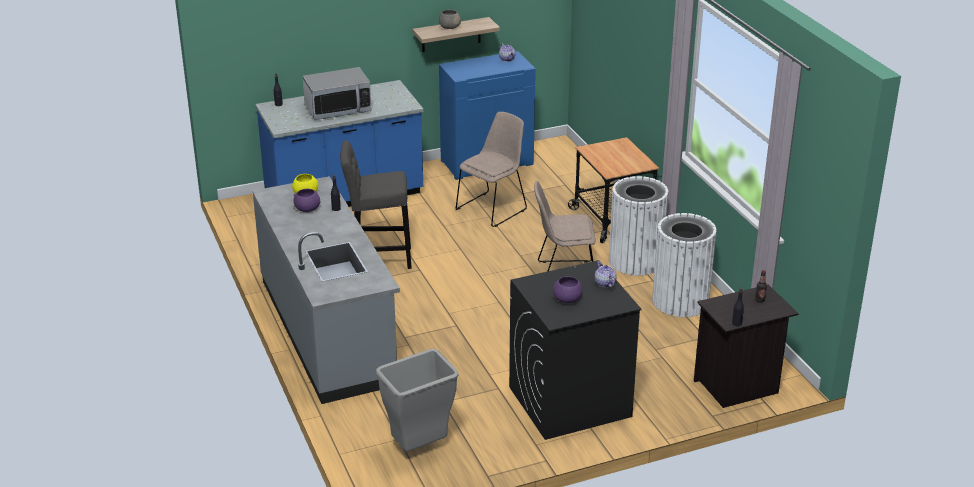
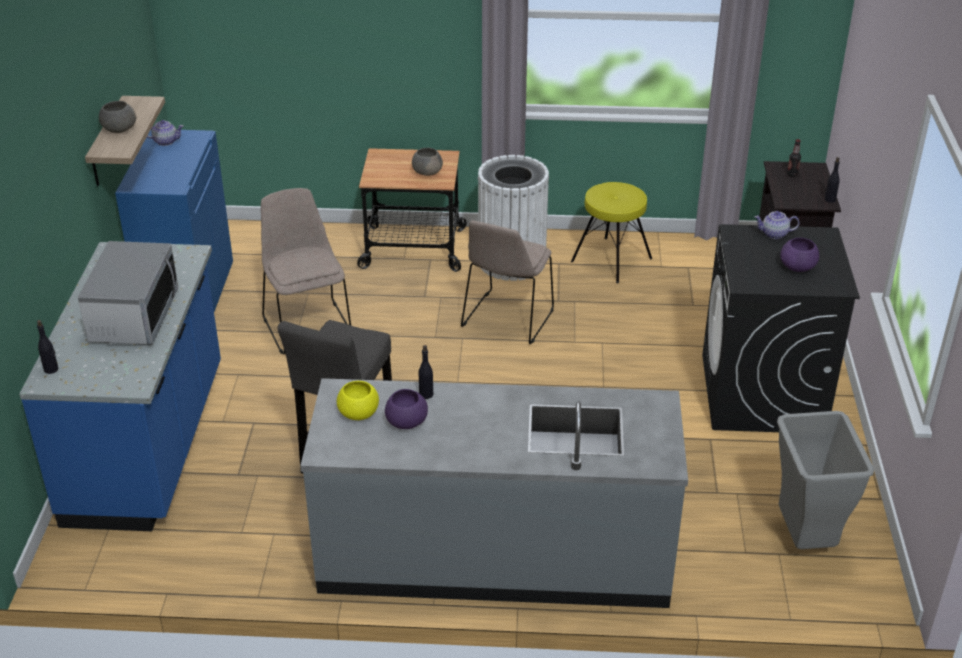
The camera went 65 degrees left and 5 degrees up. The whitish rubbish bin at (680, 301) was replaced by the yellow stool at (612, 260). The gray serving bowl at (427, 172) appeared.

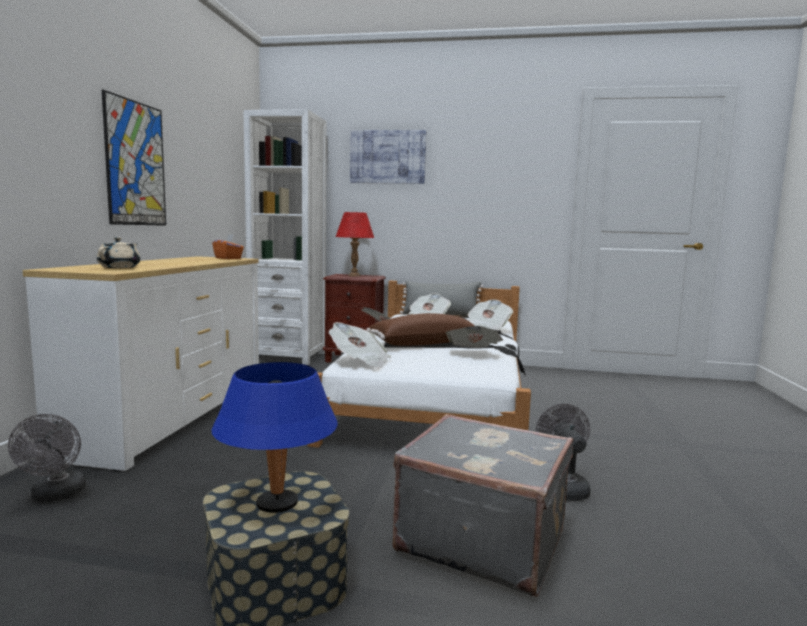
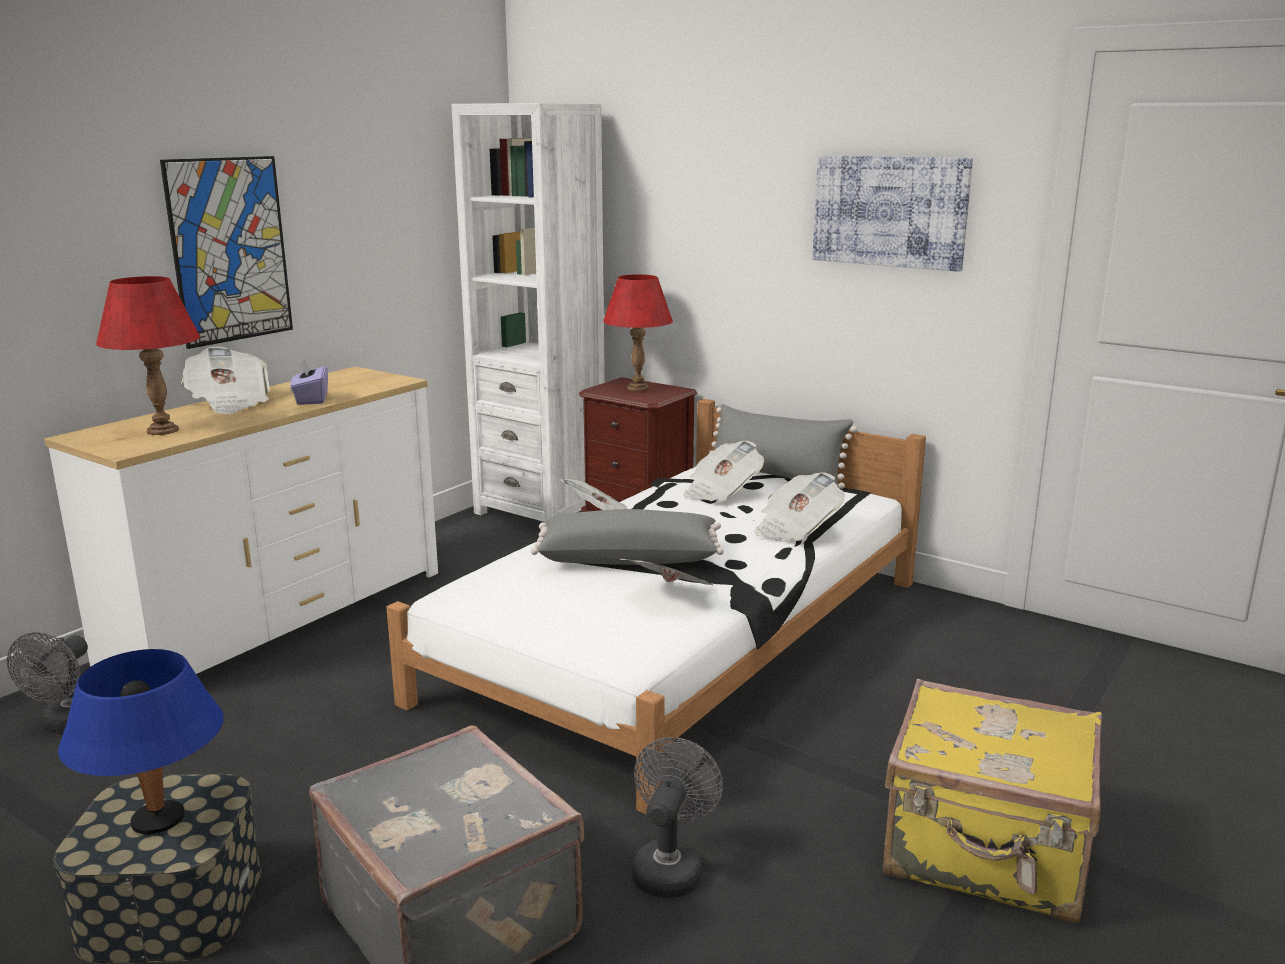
The camera went 25 degrees right and 10 degrees up. The beige-coloured teapot at (120, 267) was replaced by the reddish table lamp at (163, 430). The orange-coloured tissue box at (228, 258) disappeared. The daily paper moved from (360, 361) to (229, 403). The wall picture moved from (387, 157) to (890, 211). The brownish cushion at (423, 343) became the gray cushion at (628, 558). The purple tissue box at (311, 399) appeared. The yellow travel case at (986, 853) appeared.

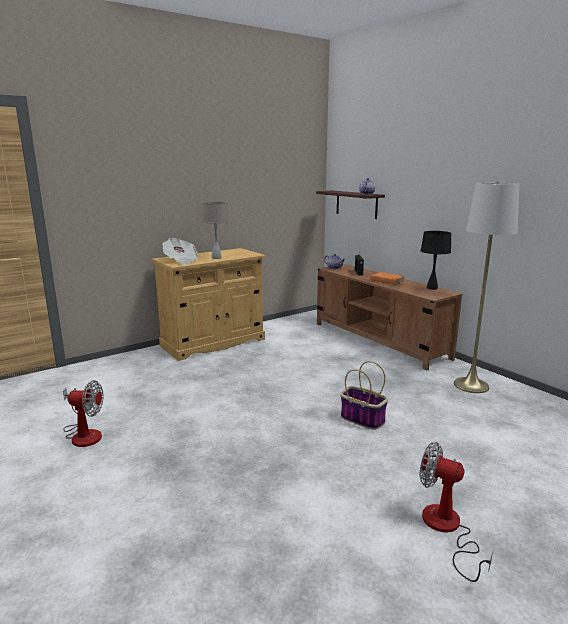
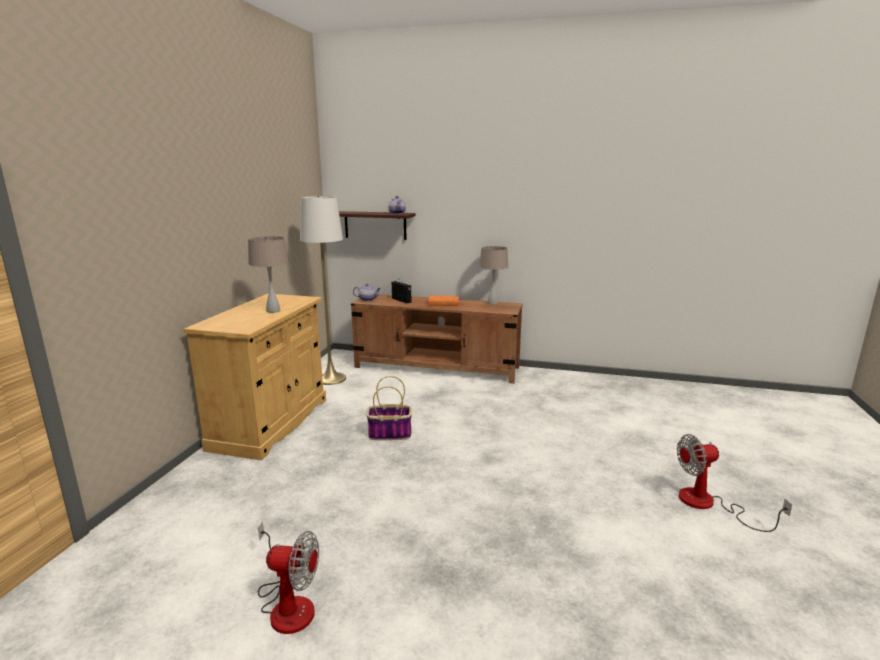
The camera went 40 degrees left and 0 degrees up. The electric fan at (84, 434) turned 45 degrees clockwise. The daily paper at (181, 261) disappeared. The household basket moved from (361, 419) to (389, 434). The blackish table lamp at (432, 288) became the beige-coloured table lamp at (492, 303). The whitish standing lamp moved from (471, 385) to (331, 378).

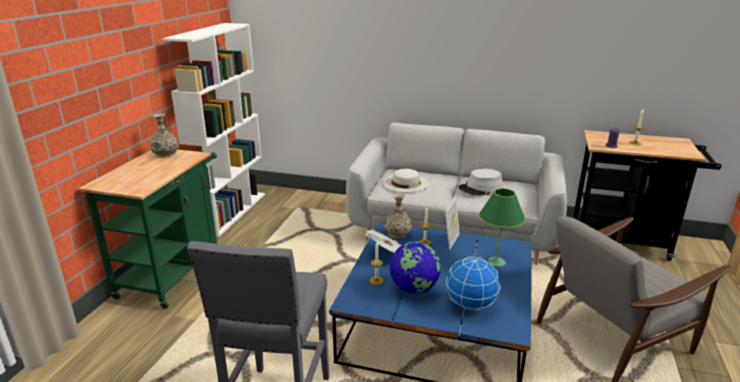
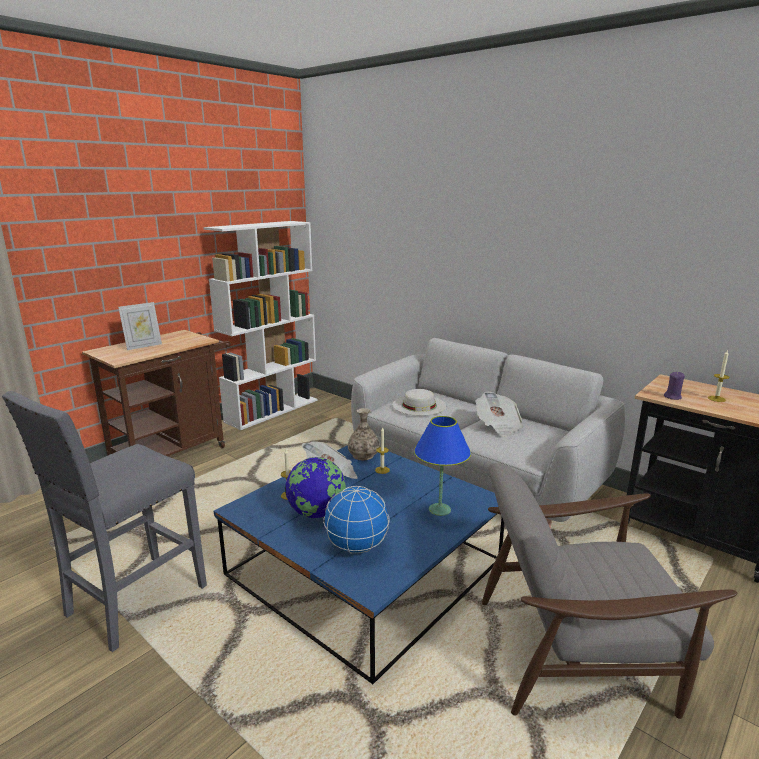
The camera went 25 degrees right and 5 degrees down. The green wheeled cart at (173, 272) became the brownish wheeled cart at (175, 452). The vase at (165, 154) disappeared. The photo frame moved from (451, 241) to (143, 346). The gray hat at (480, 188) was replaced by the daily paper at (498, 426). The green table lamp at (496, 262) became the blue-coloured table lamp at (440, 510).

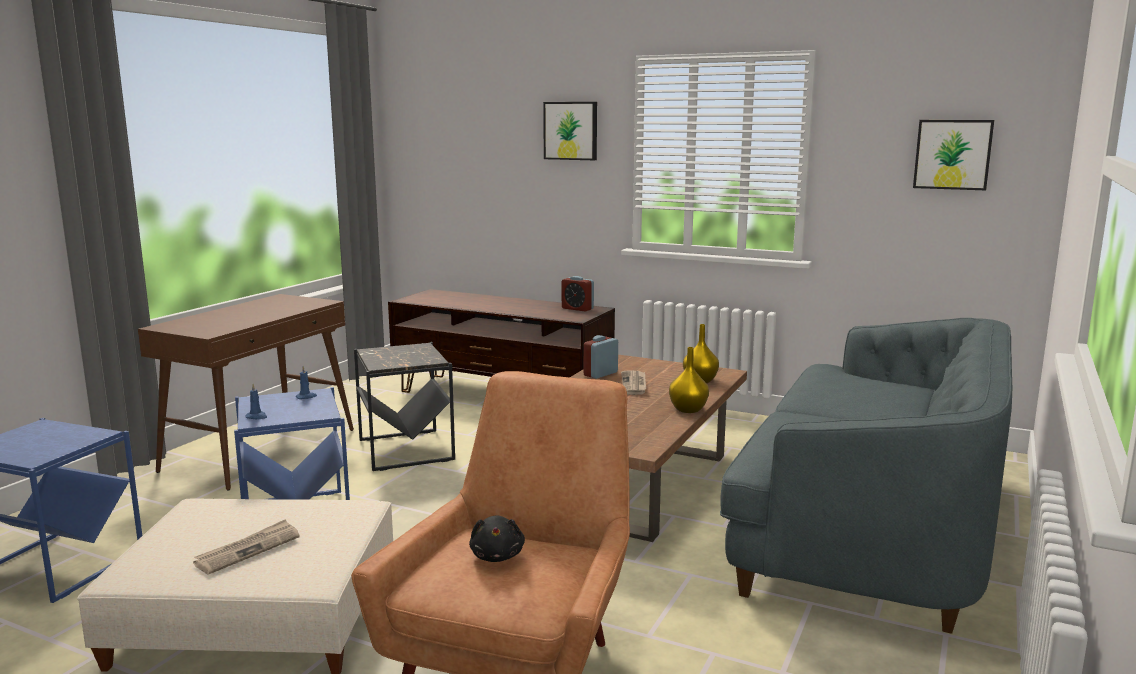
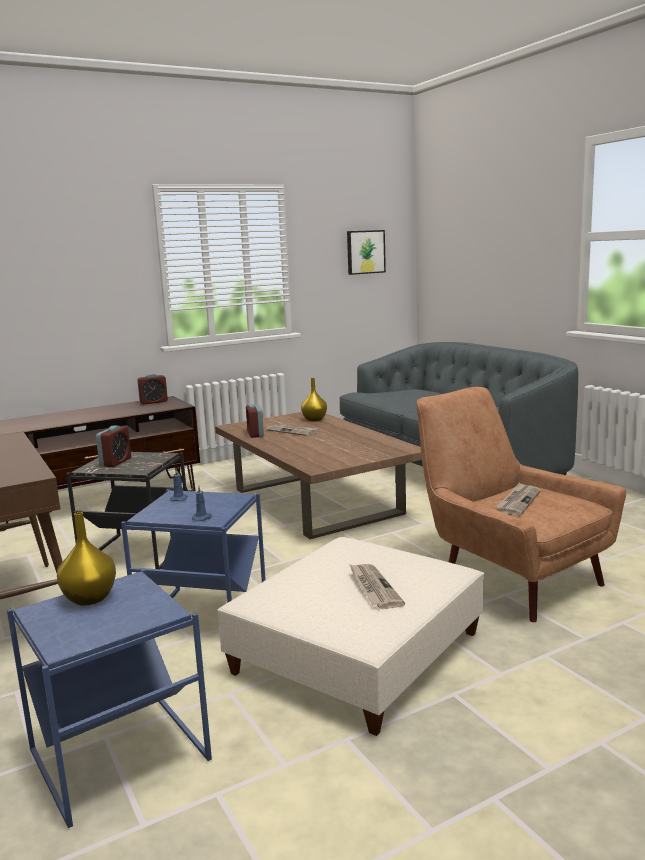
The camera went 55 degrees left and 0 degrees up. The blackish soft toy at (497, 556) was replaced by the daily paper at (518, 501). The wall picture at (571, 130) disappeared. The yellow vase moved from (688, 410) to (90, 598). The table clock at (115, 462) appeared.

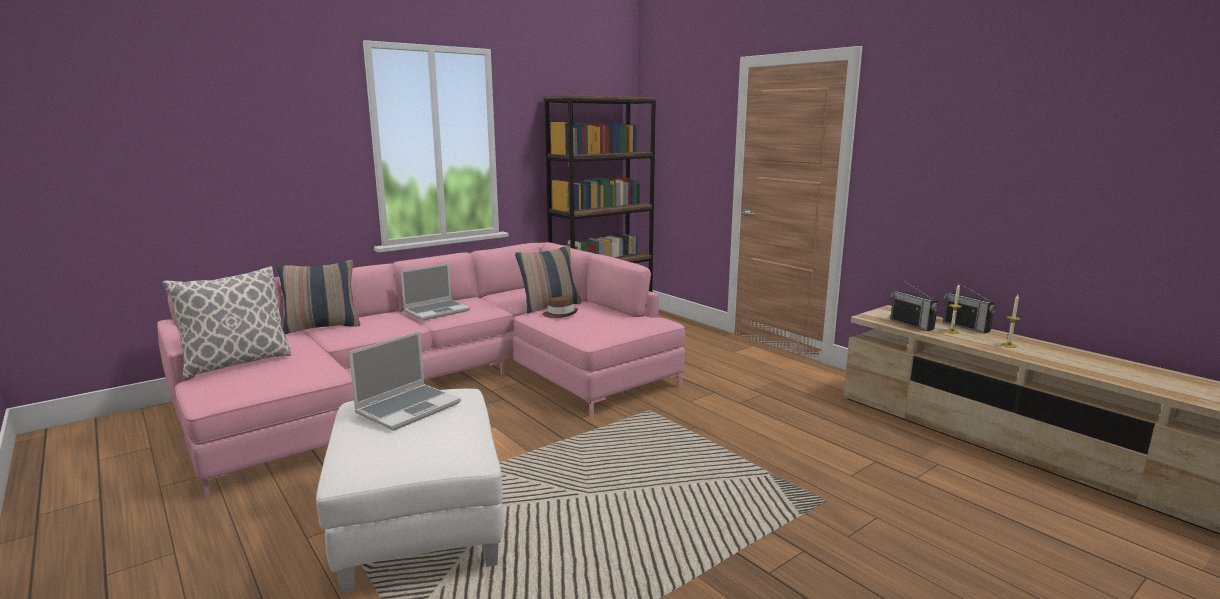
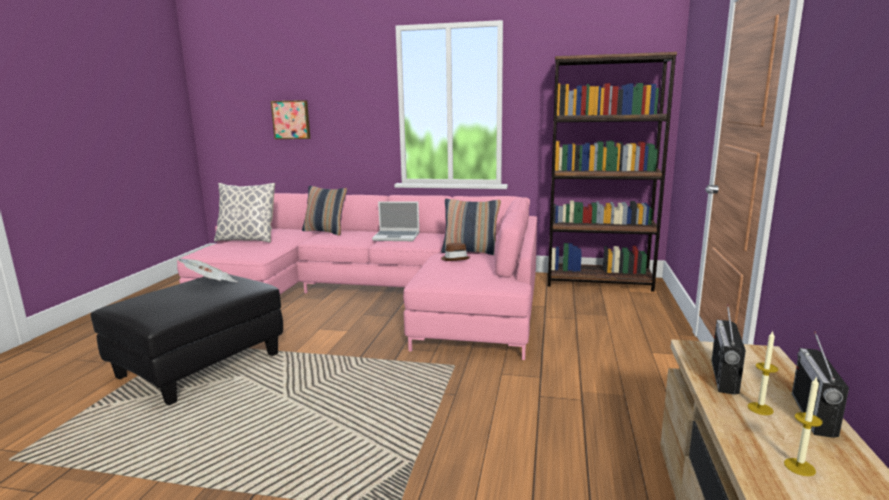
The camera went 50 degrees right and 0 degrees up. The whitish ottoman at (421, 526) became the blackish ottoman at (199, 366). The notebook computer at (409, 408) was replaced by the daily paper at (210, 284). The wall picture at (291, 119) appeared.

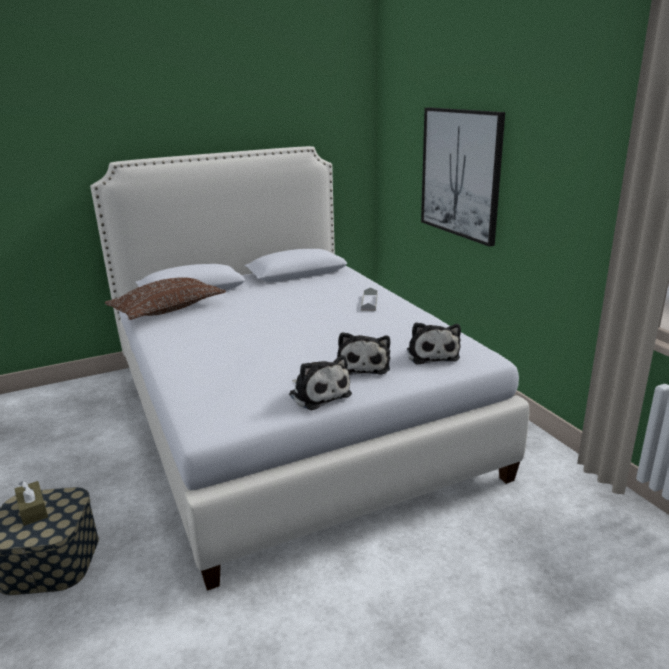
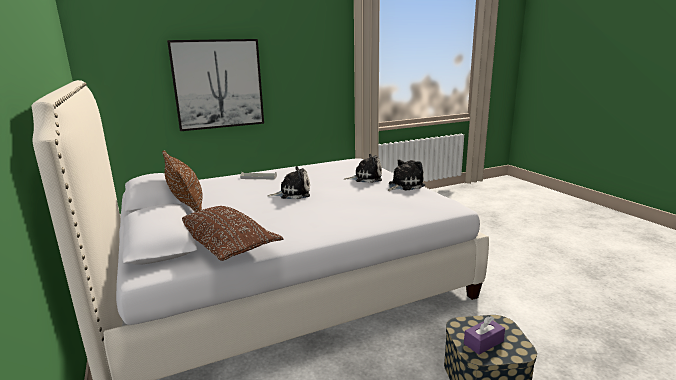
The camera went 90 degrees left and 5 degrees down. The brownish tissue box at (33, 510) became the purple tissue box at (483, 342). The soft toy moved from (432, 354) to (293, 193). The brownish cushion at (186, 205) appeared.

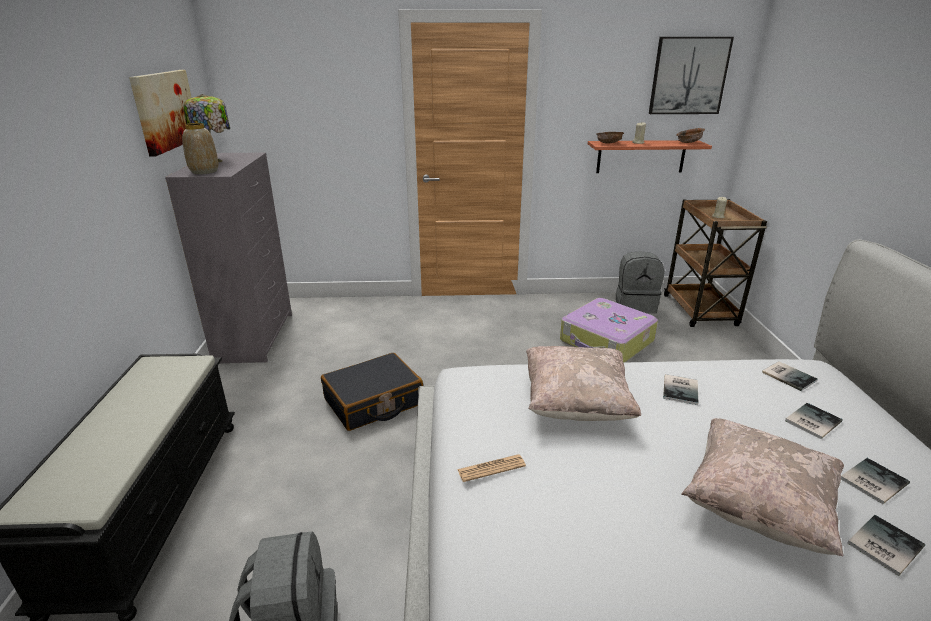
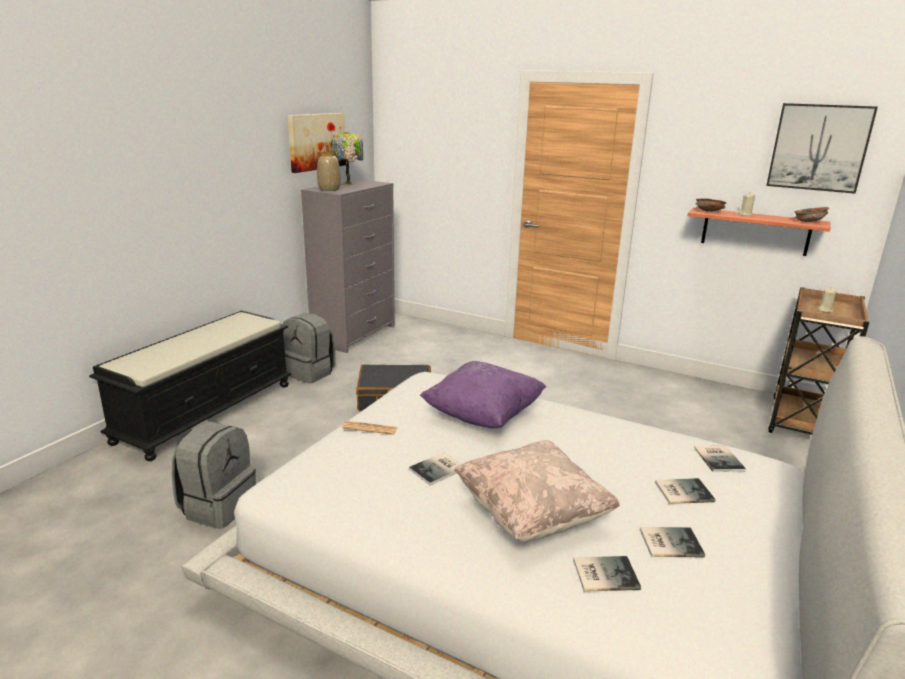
The camera went 30 degrees right and 5 degrees down. The beige-coloured cushion at (576, 404) became the purple cushion at (483, 415). The travel case at (606, 342) disappeared. The gray knapsack moved from (635, 305) to (310, 373). The book moved from (682, 389) to (439, 469).

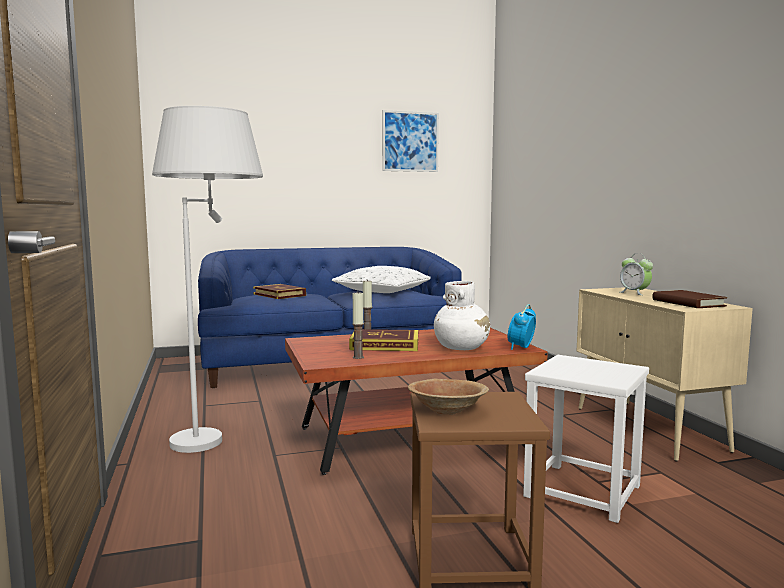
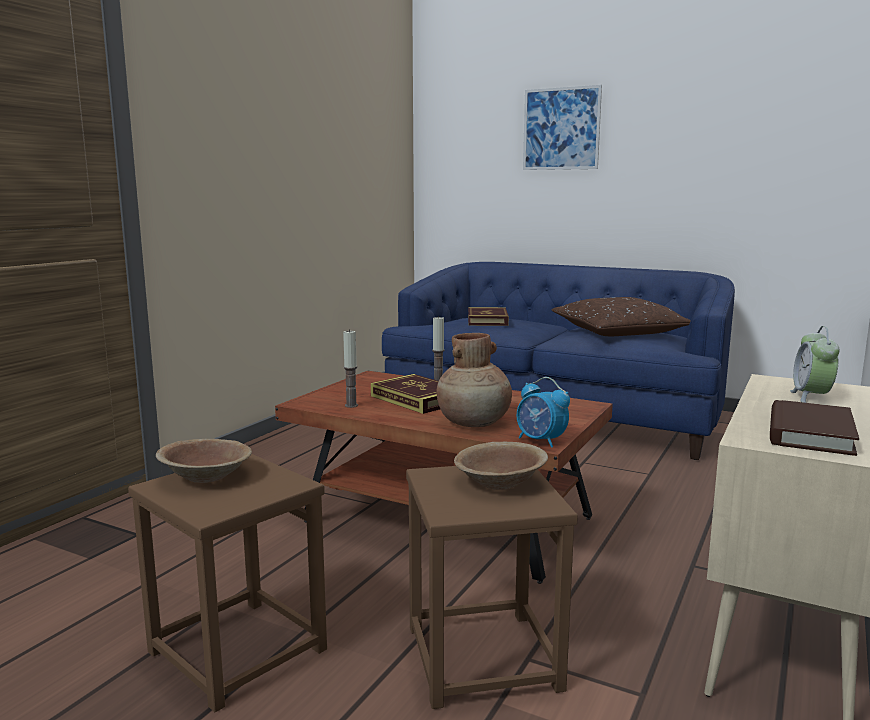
The camera went 45 degrees right and 5 degrees up. The whitish standing lamp at (219, 434) disappeared. The whitish cushion at (383, 290) became the brownish cushion at (618, 332). The wall picture moved from (410, 141) to (561, 129). The whitish vase at (461, 348) became the brownish vase at (474, 423). The table clock at (521, 348) turned 120 degrees counterclockwise. The whitish stool at (582, 491) became the brownish stool at (481, 657). The brownish serving bowl at (500, 483) appeared.

